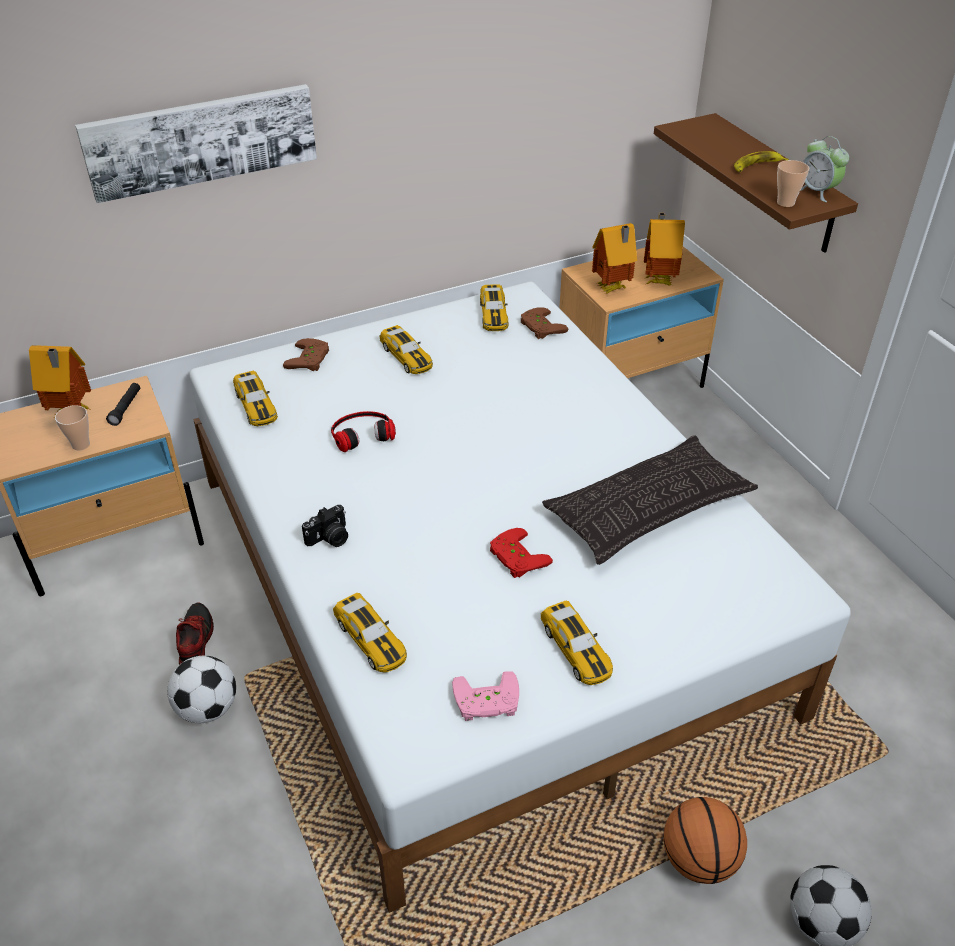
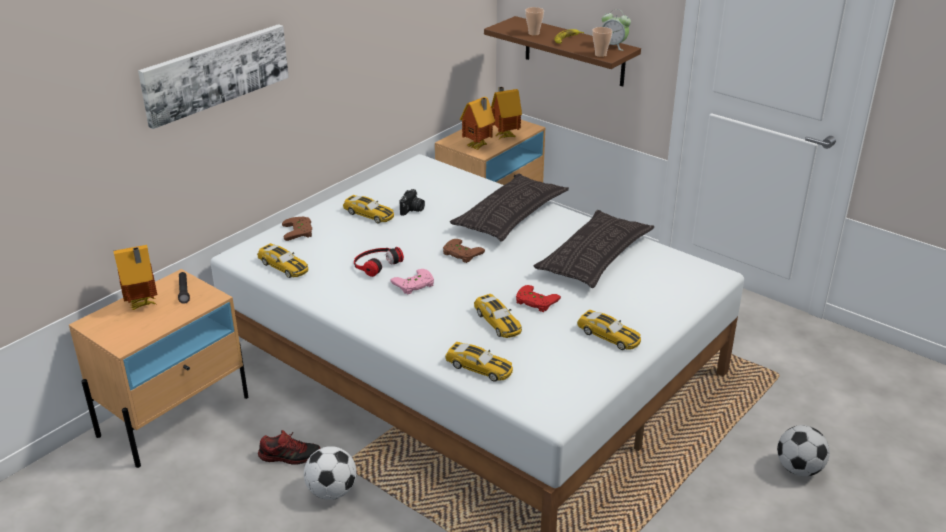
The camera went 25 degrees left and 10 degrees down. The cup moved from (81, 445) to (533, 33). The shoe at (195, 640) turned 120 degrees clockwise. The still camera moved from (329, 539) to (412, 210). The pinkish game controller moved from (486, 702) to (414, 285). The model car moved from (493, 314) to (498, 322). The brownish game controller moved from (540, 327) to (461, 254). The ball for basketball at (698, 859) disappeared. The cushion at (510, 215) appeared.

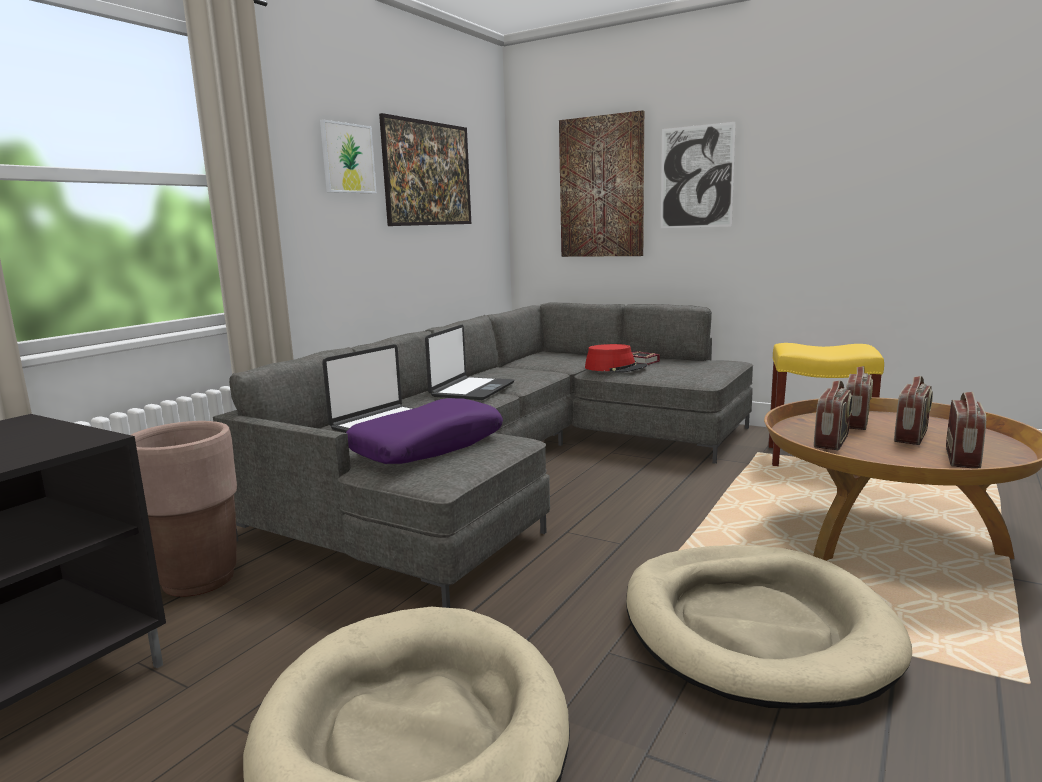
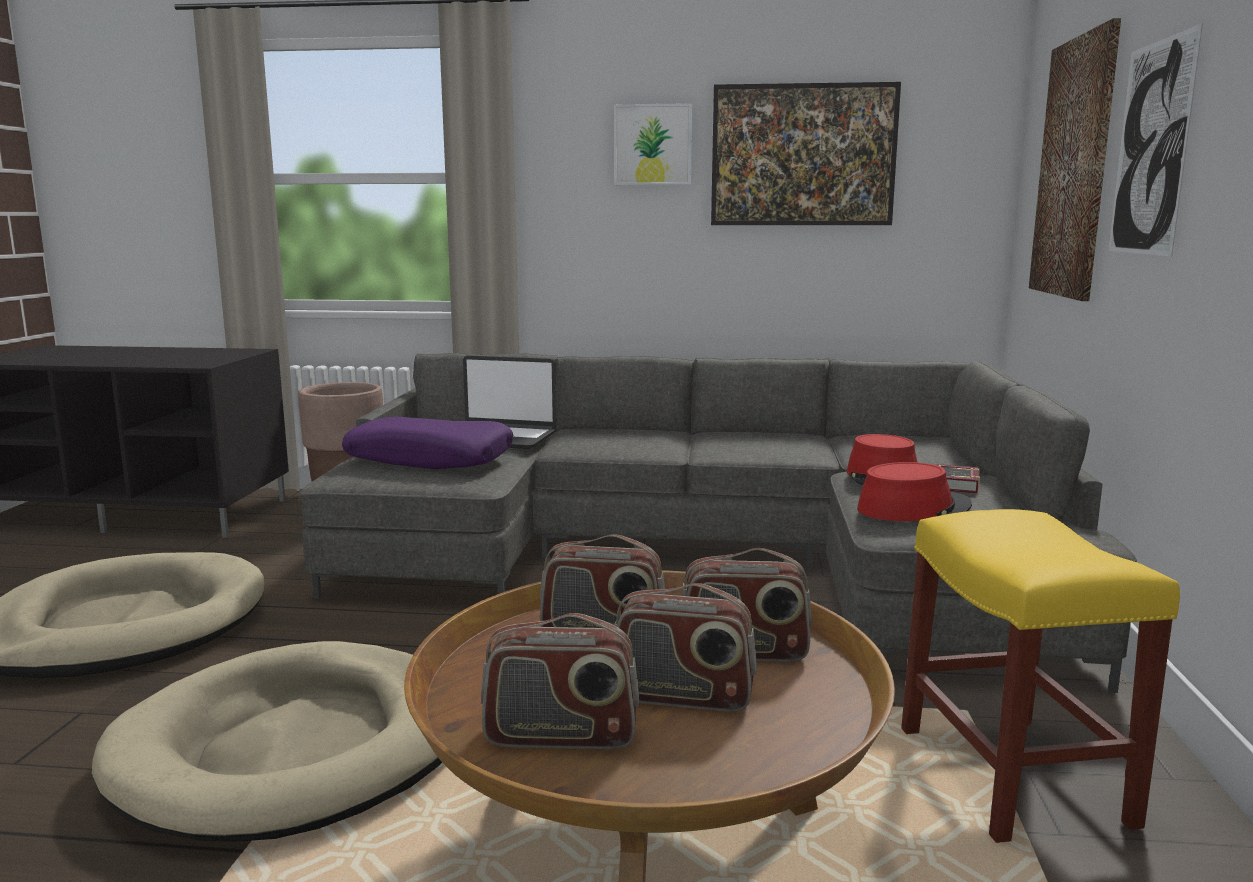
The camera went 65 degrees right and 0 degrees up. The notebook computer at (471, 390) disappeared. The reddish hat at (913, 508) appeared.

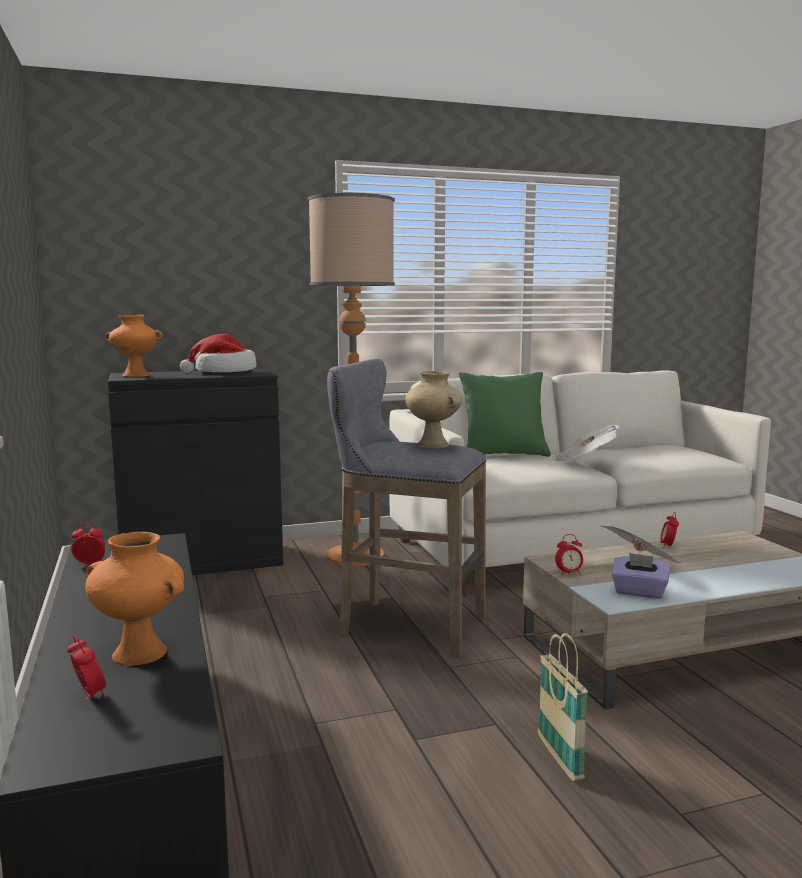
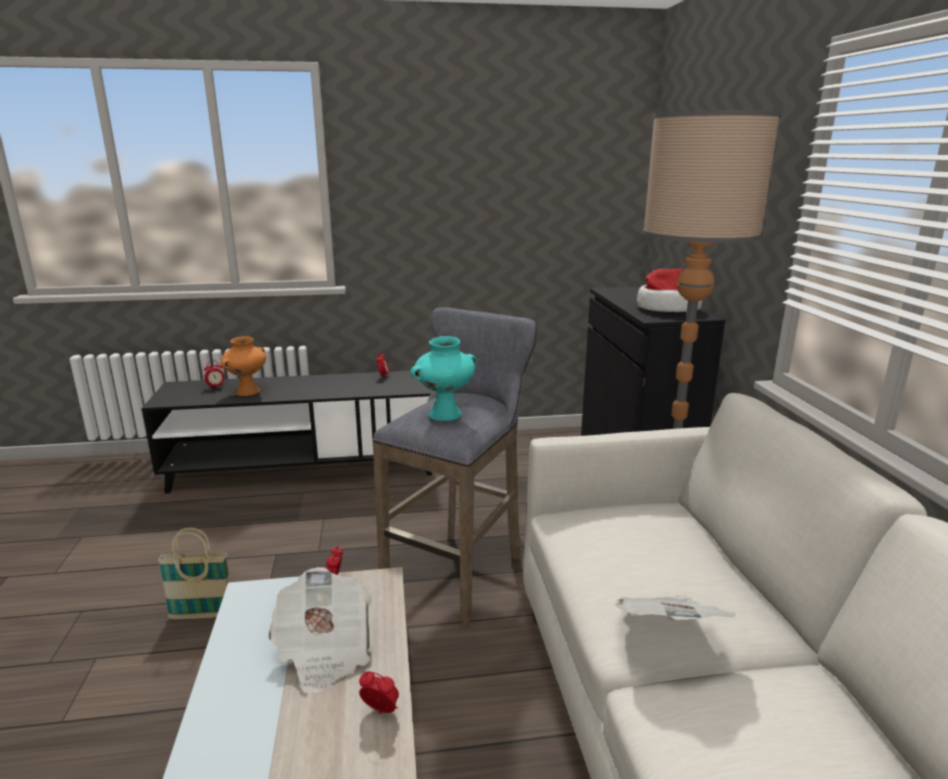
The camera went 100 degrees right and 10 degrees up. The orange-coloured vase at (135, 376) disappeared. The beige-coloured vase at (434, 445) became the turquoise-coloured vase at (445, 415). The green cushion at (503, 455) disappeared. The purple tissue box at (639, 592) disappeared.

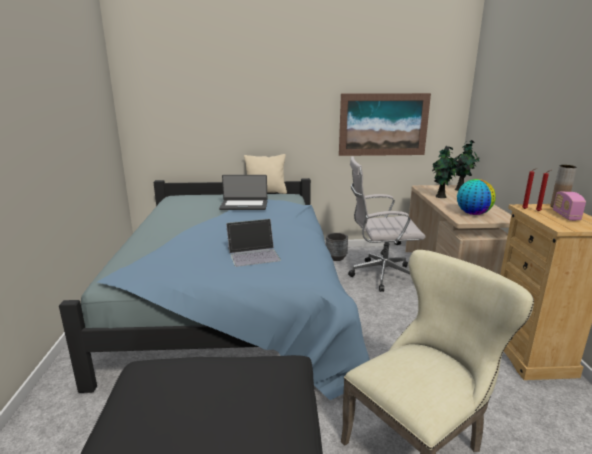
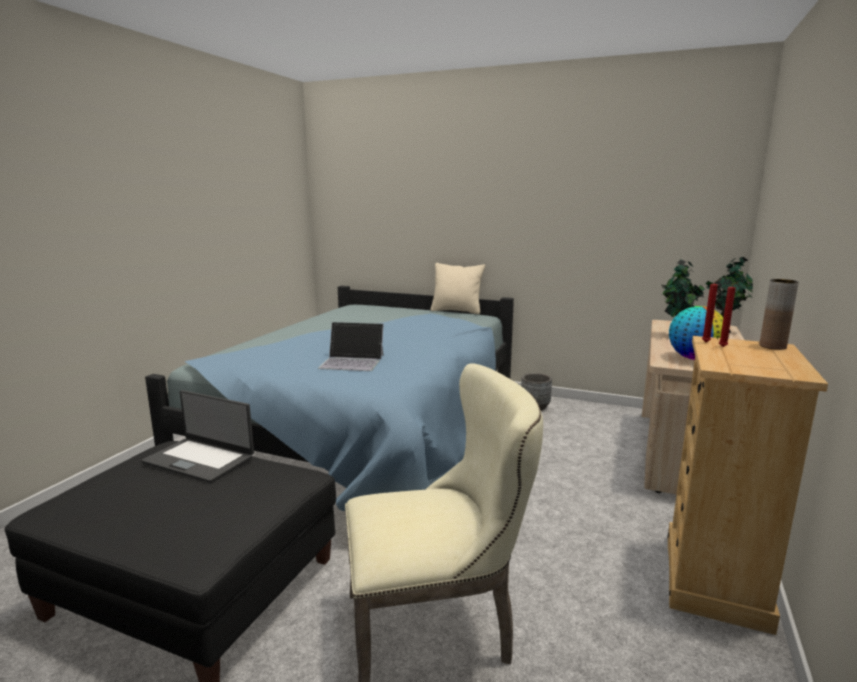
The camera went 25 degrees right and 5 degrees down. The notebook computer moved from (244, 205) to (200, 459). The wall picture at (383, 125) disappeared. The whitish desk chair at (380, 275) disappeared. The radio set at (566, 216) disappeared.

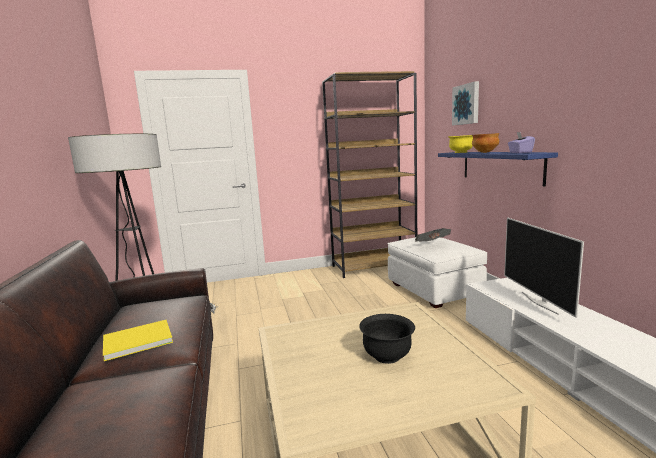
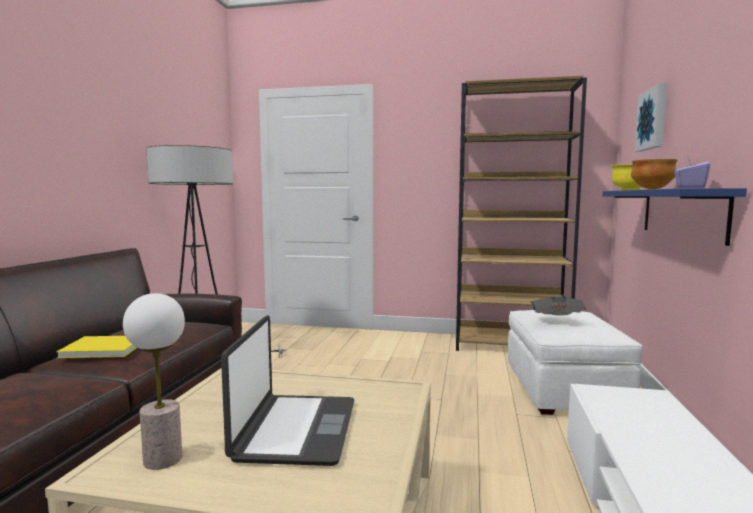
The camera went 25 degrees right and 5 degrees down. The blackish serving bowl at (387, 357) was replaced by the notebook computer at (295, 430). The TV set at (539, 302) disappeared. The table lamp at (163, 459) appeared.

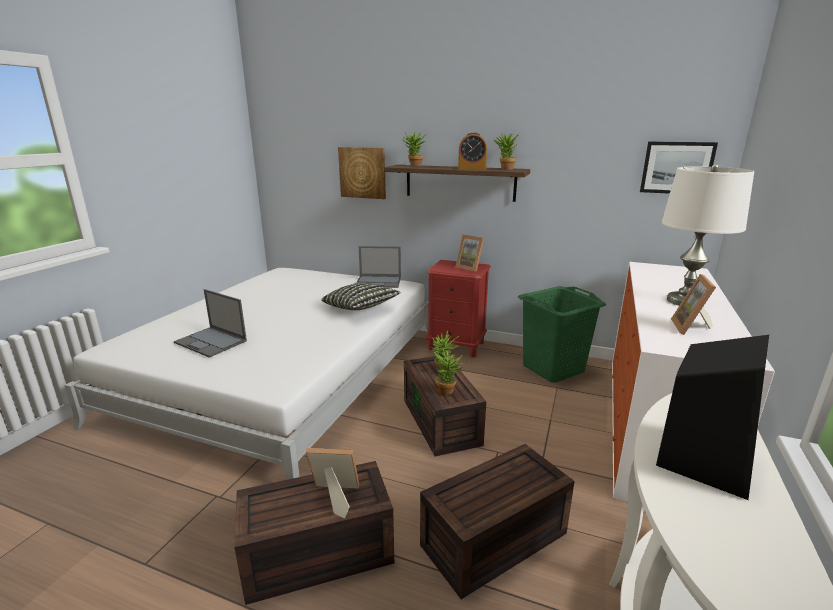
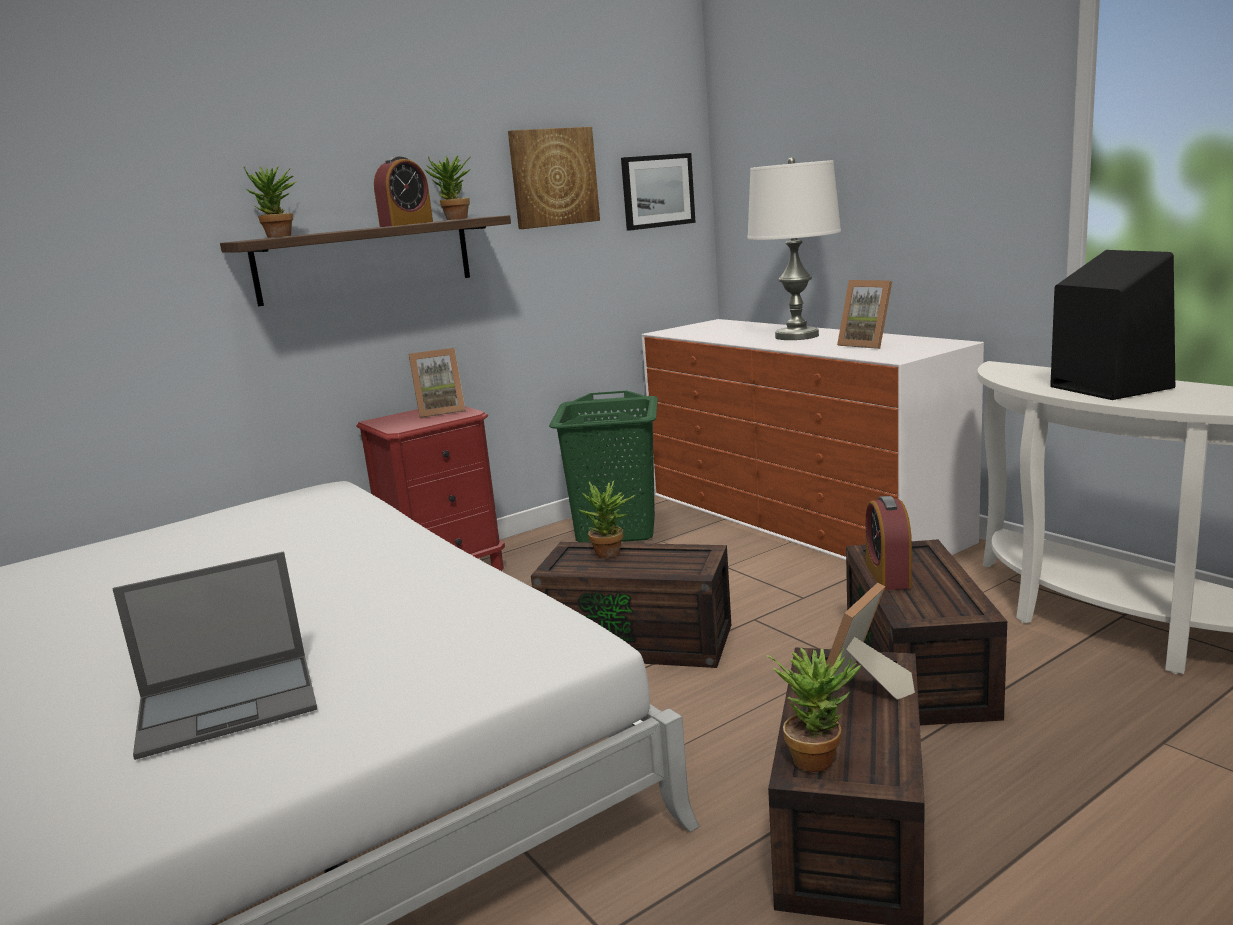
The camera went 55 degrees left and 5 degrees down. The cushion at (360, 308) disappeared. The wall picture moved from (363, 172) to (553, 177). The notebook computer at (379, 282) disappeared. The potted plant moved from (448, 391) to (818, 756). The table clock at (887, 575) appeared.

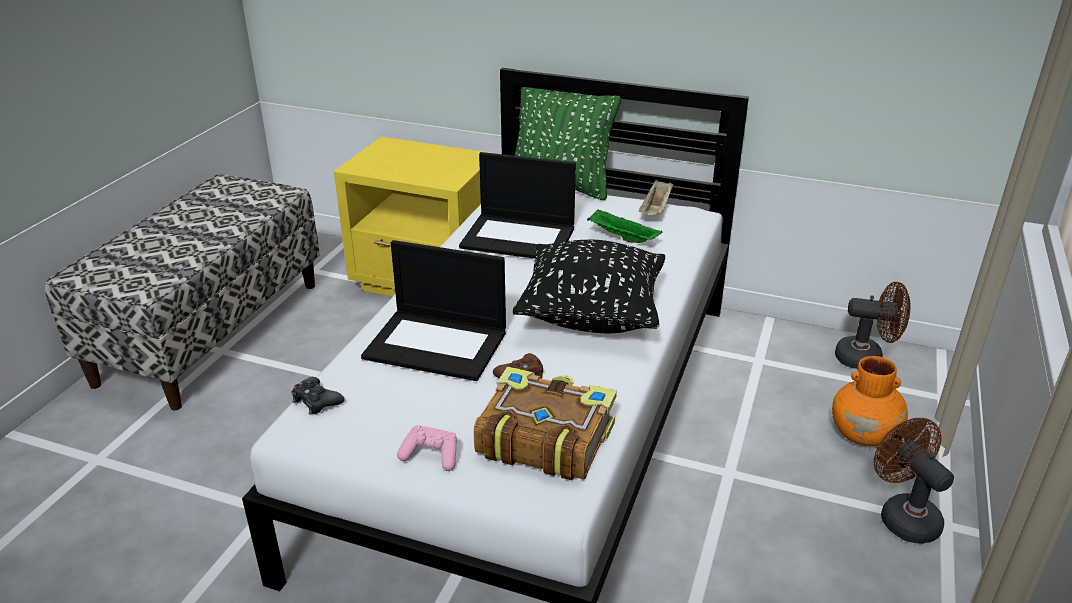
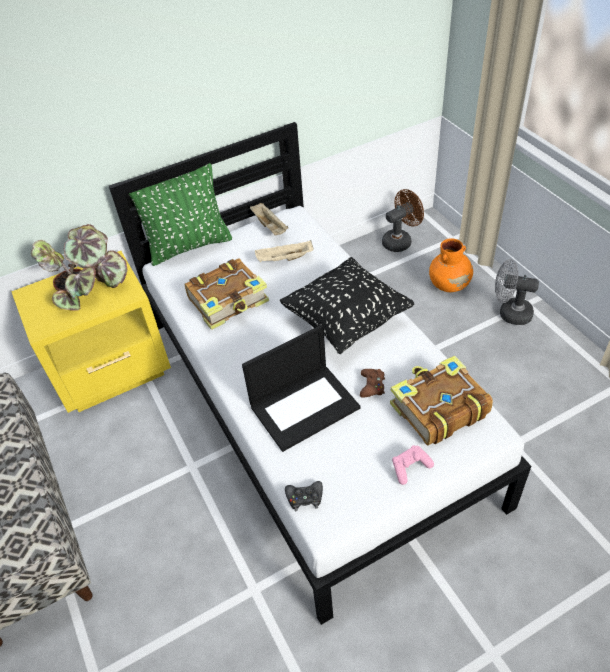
The camera went 45 degrees left and 15 degrees up. The notebook computer at (519, 237) was replaced by the book at (229, 301). The green carrying tray at (621, 237) became the beige-coloured carrying tray at (284, 259). The brownish electric fan at (902, 516) became the gray electric fan at (509, 313). The potted plant at (90, 287) appeared.

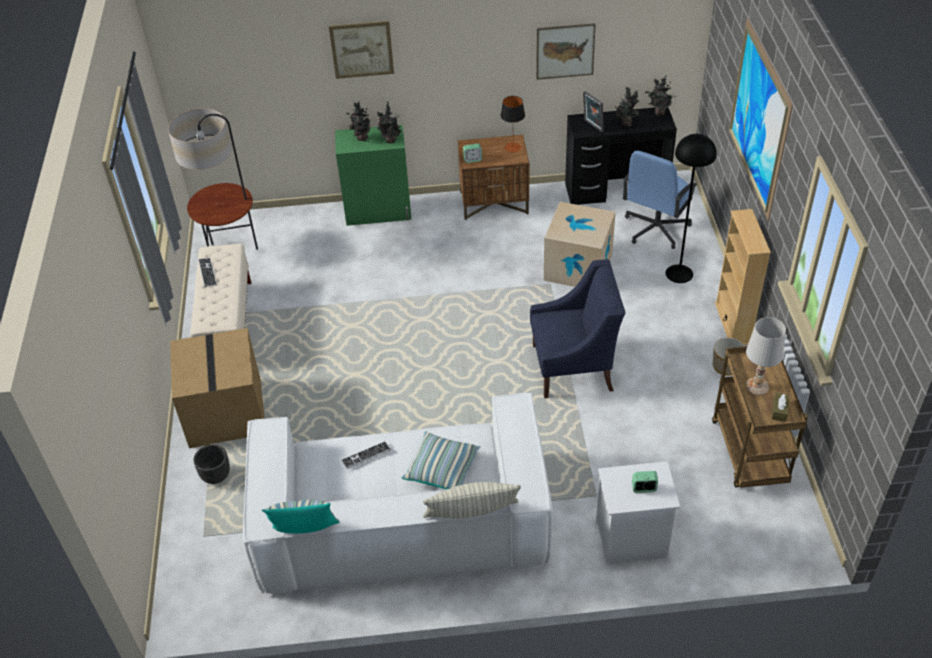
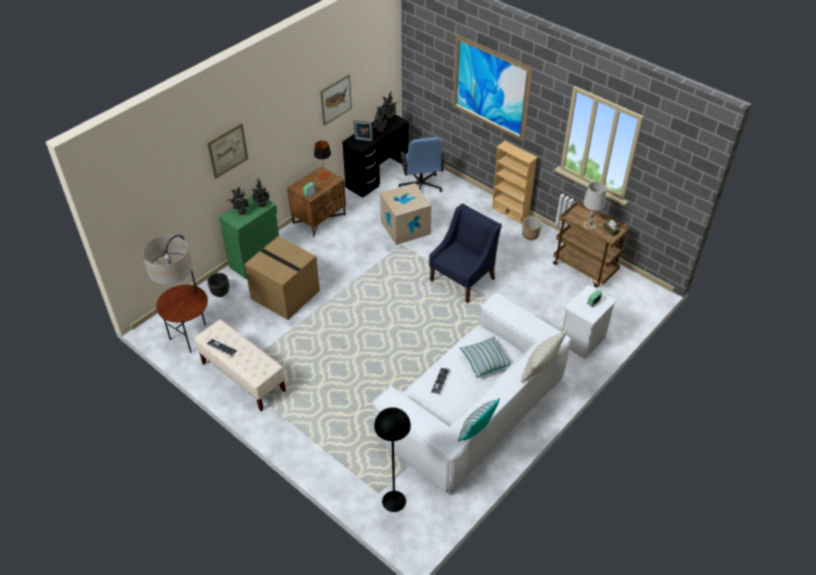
The camera went 45 degrees left and 0 degrees up. The carton moved from (224, 411) to (284, 295). The blackish flower pot moved from (216, 476) to (220, 293). The blackish standing lamp moved from (679, 273) to (393, 501).

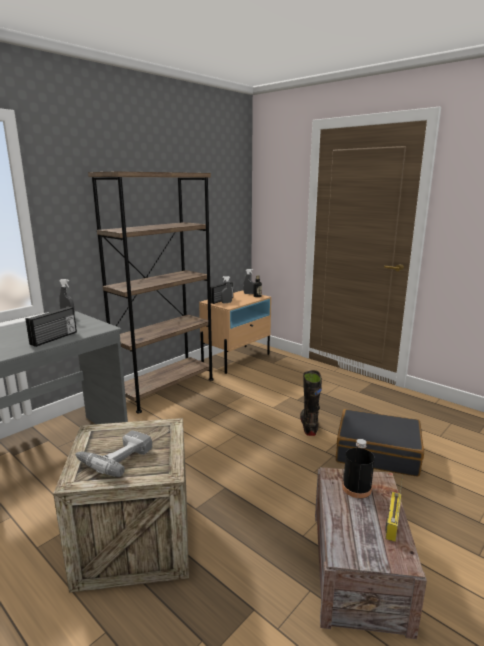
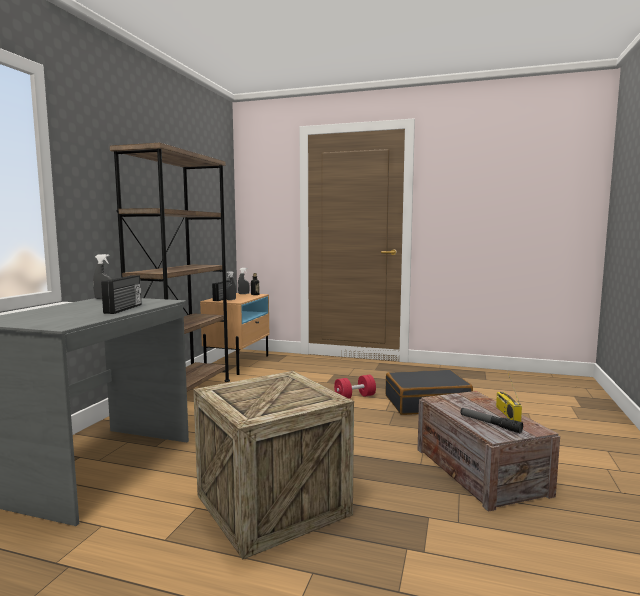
The camera went 25 degrees left and 10 degrees down. The electric drill at (115, 457) disappeared. The blackish high-top boot at (309, 426) was replaced by the reddish dumbbell at (355, 397). The blackish bottle at (356, 488) disappeared. The torch at (489, 424) appeared.

